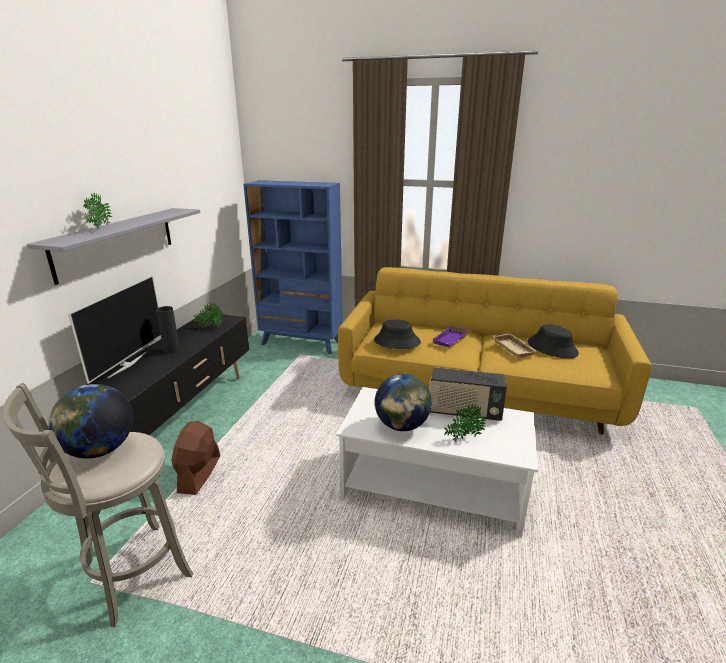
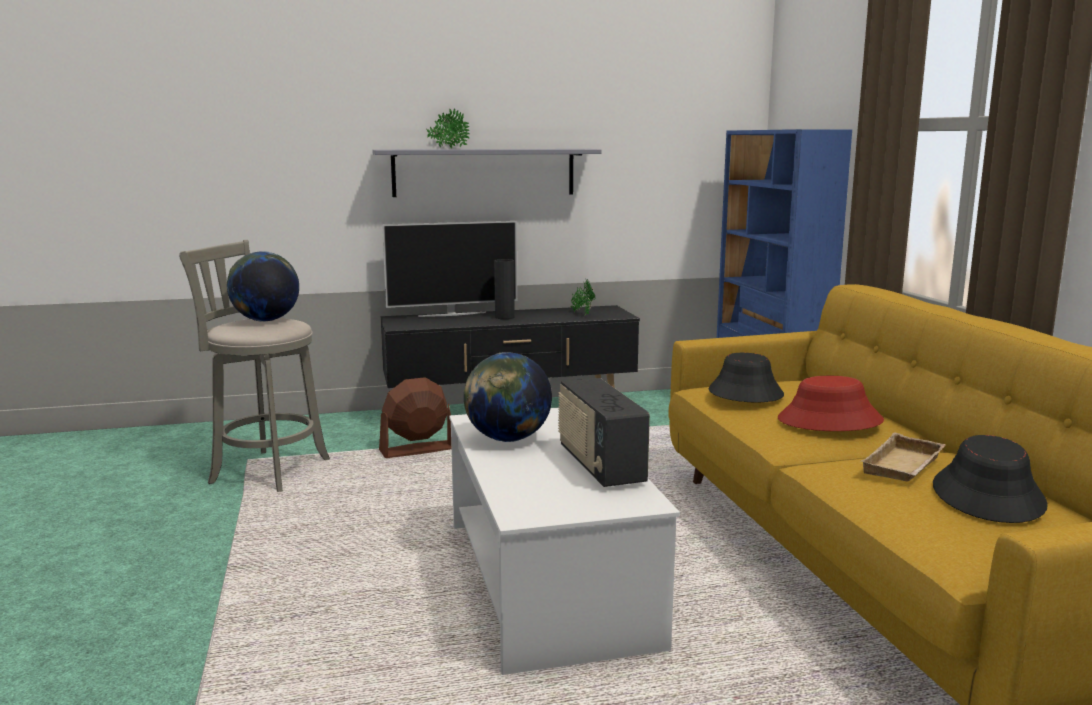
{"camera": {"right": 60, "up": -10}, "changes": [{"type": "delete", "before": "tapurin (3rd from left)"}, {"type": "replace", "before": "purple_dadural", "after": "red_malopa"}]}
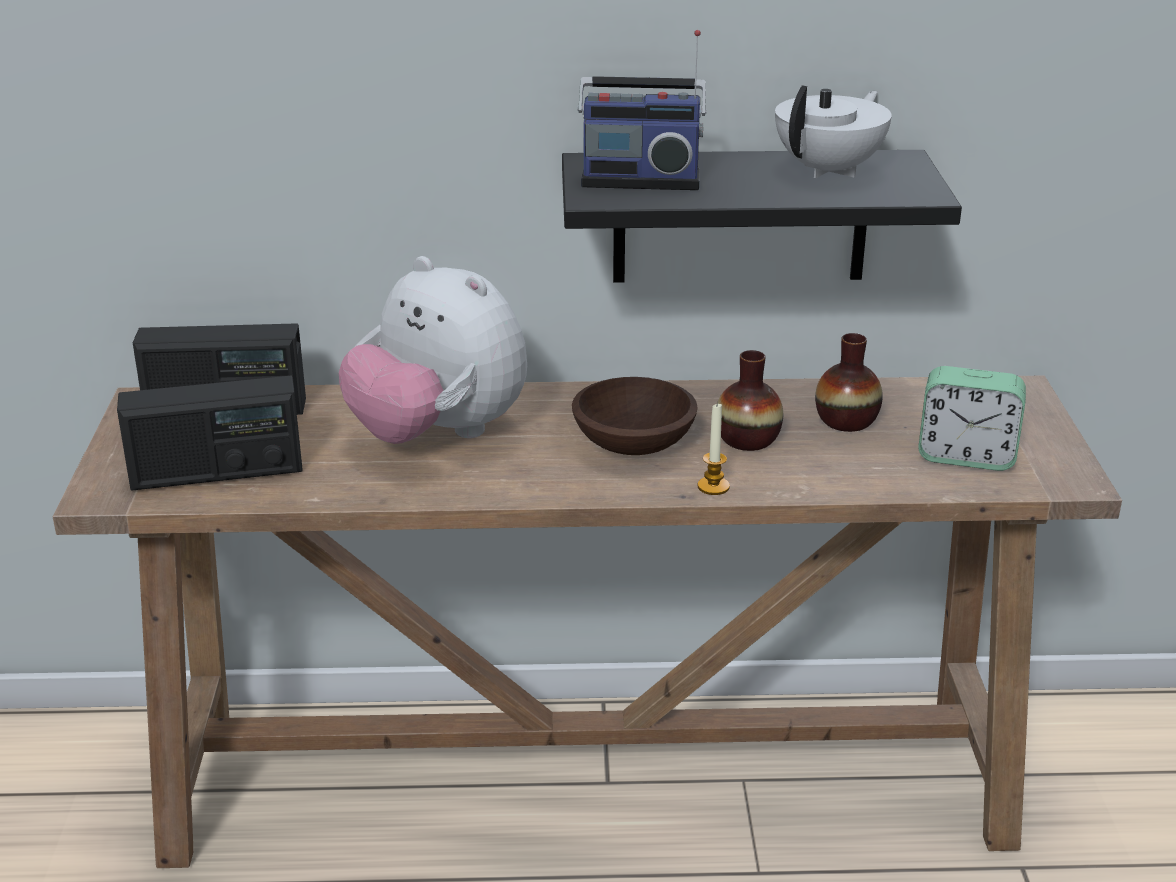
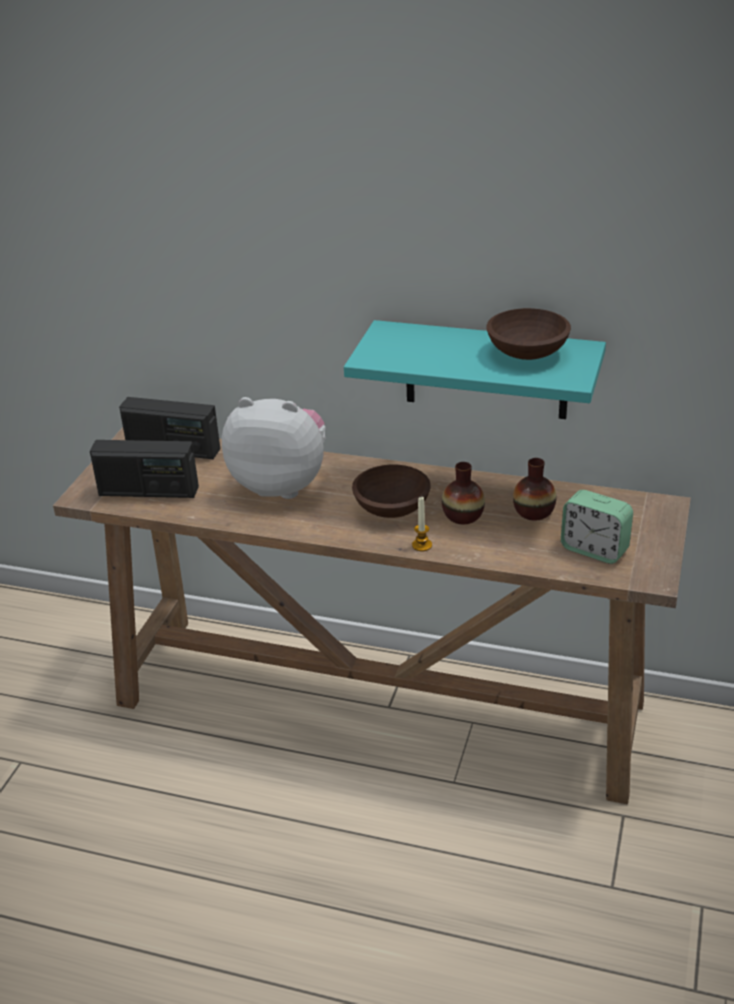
{"camera": {"right": 20, "up": 5}, "changes": [{"type": "delete", "before": "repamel (3rd from left)"}, {"type": "replace", "before": "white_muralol", "after": "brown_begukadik (2nd from left)"}, {"type": "recolor", "before": "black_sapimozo", "after": "turquoise_sapimozo"}, {"type": "rotate", "before": "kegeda", "turn": 135}]}
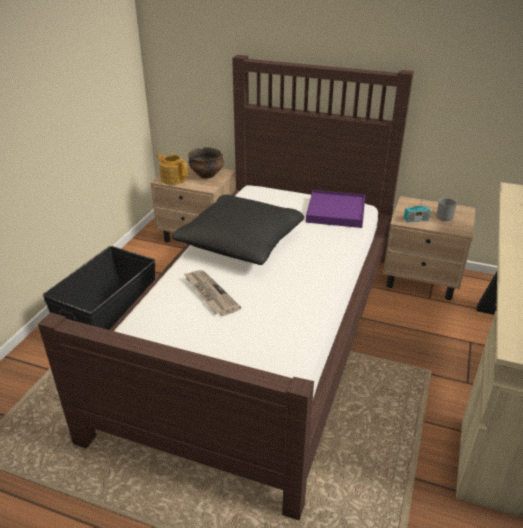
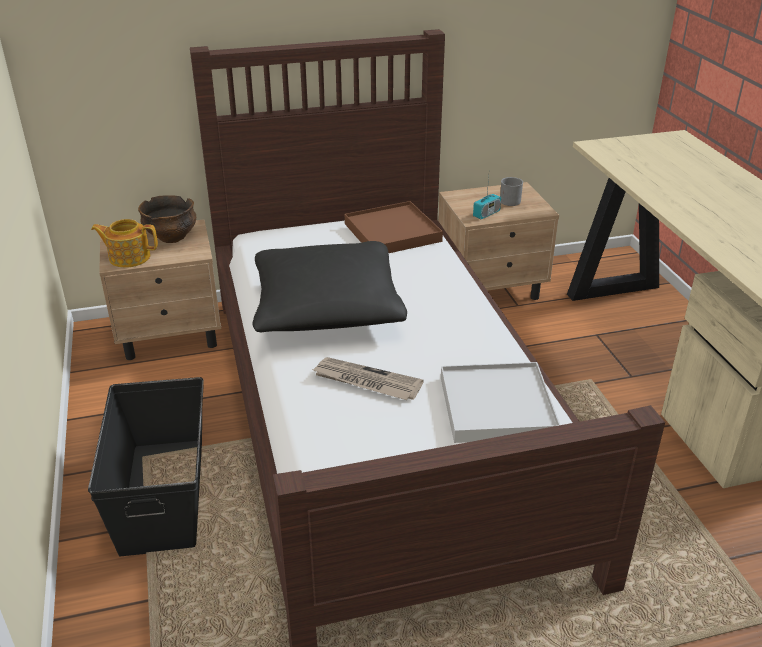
{"camera": {"right": -35, "up": 0}, "changes": [{"type": "insert", "after": "white_dadural"}, {"type": "recolor", "before": "purple_dadural", "after": "brown_dadural"}]}
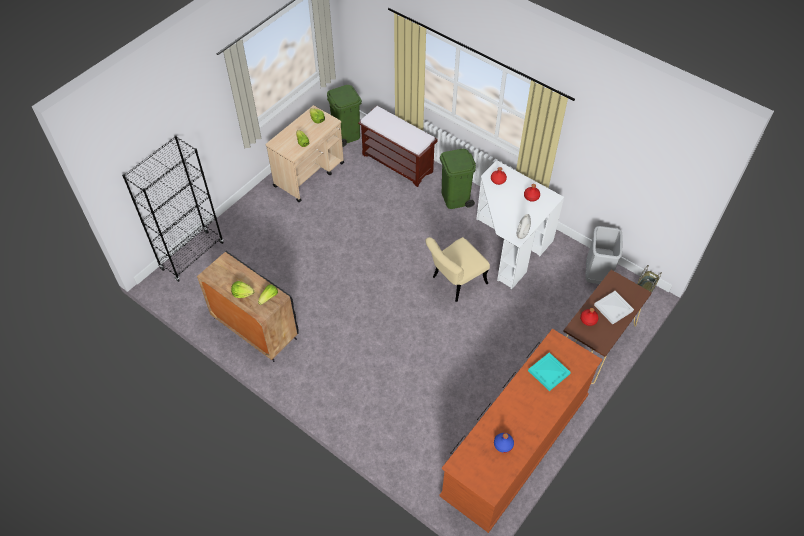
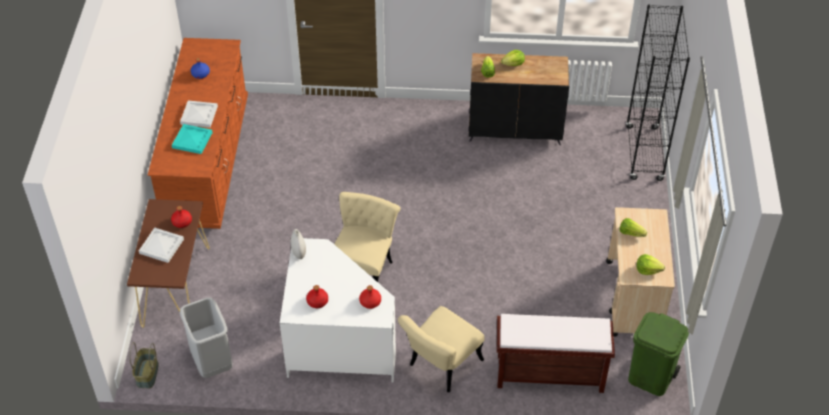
{"camera": {"right": 145, "up": -5}, "changes": [{"type": "insert", "after": "white_dadural (2nd from left)"}, {"type": "replace", "before": "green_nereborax (2nd from left)", "after": "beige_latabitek (2nd from left)"}]}
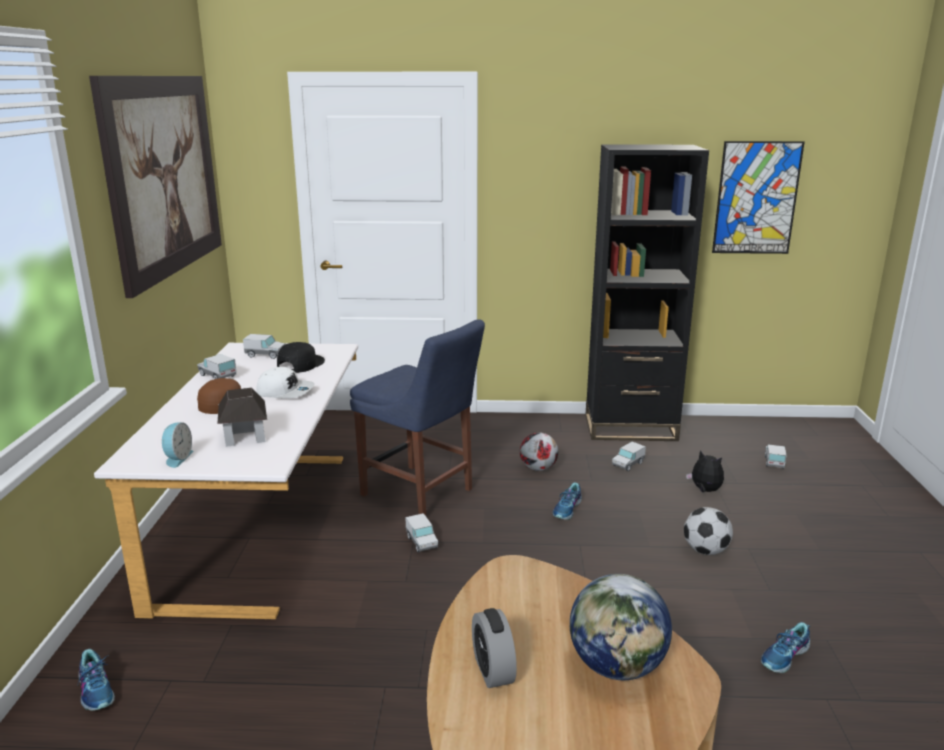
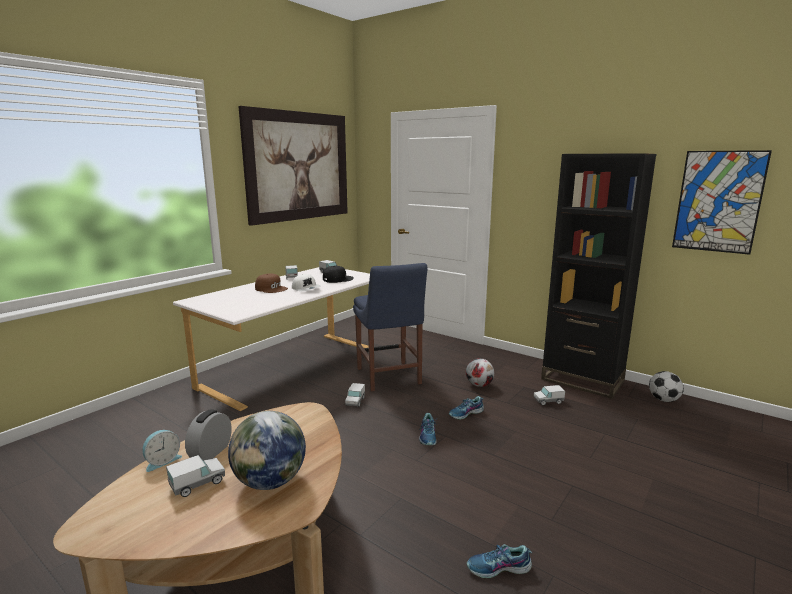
{"camera": {"right": 35, "up": -5}, "changes": [{"type": "delete", "before": "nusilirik"}, {"type": "delete", "before": "kegeda"}, {"type": "move", "before": "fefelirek (1st from left)"}, {"type": "move", "before": "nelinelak (1st from left)"}, {"type": "move", "before": "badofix (2nd from left)"}, {"type": "move", "before": "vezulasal (5th from left in the first image)", "after": "vezulasal (1st from left)"}]}
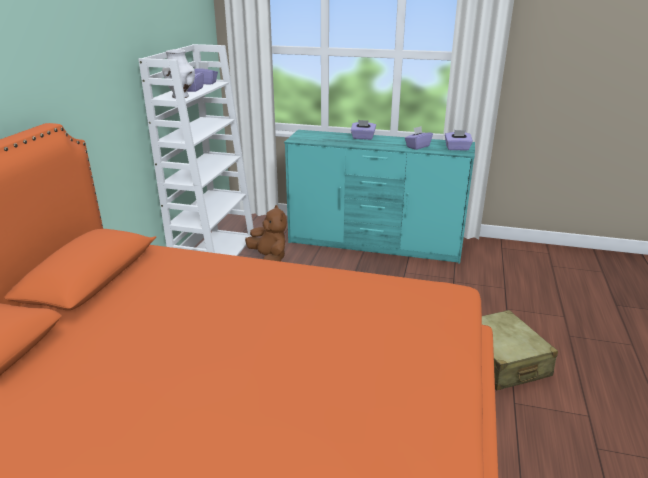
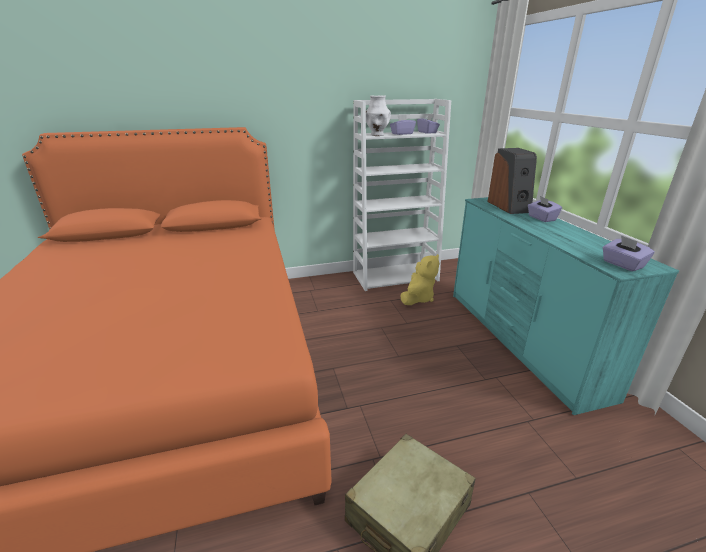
{"camera": {"right": 60, "up": 0}, "changes": [{"type": "delete", "before": "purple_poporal (4th from left)"}, {"type": "insert", "after": "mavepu"}, {"type": "recolor", "before": "brown_kegeda", "after": "yellow_kegeda"}]}
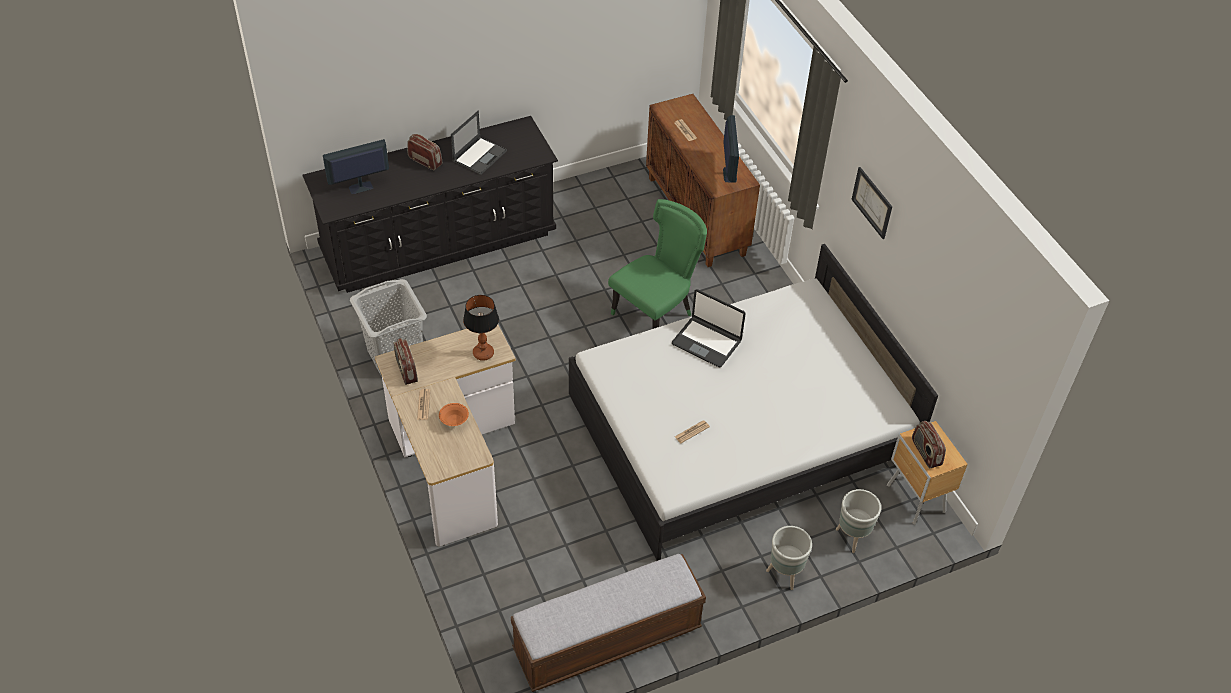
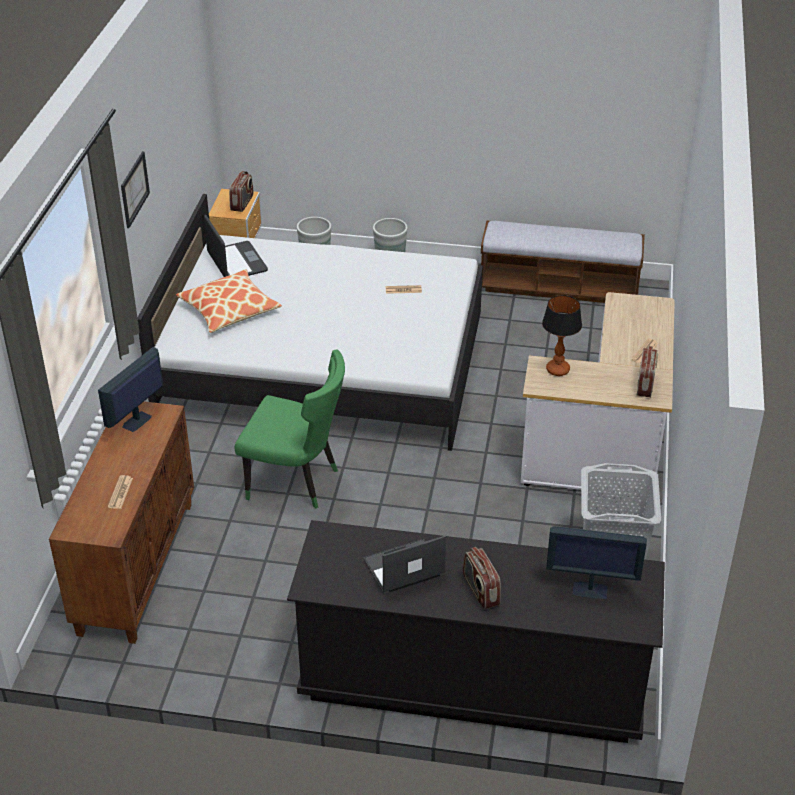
{"camera": {"right": -145, "up": -10}, "changes": [{"type": "delete", "before": "orange_begukadik"}, {"type": "insert", "after": "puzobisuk"}, {"type": "move", "before": "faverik (2nd from left in the first image)", "after": "faverik (1st from left)"}, {"type": "rotate", "before": "green_latabitek", "turn": -150}]}
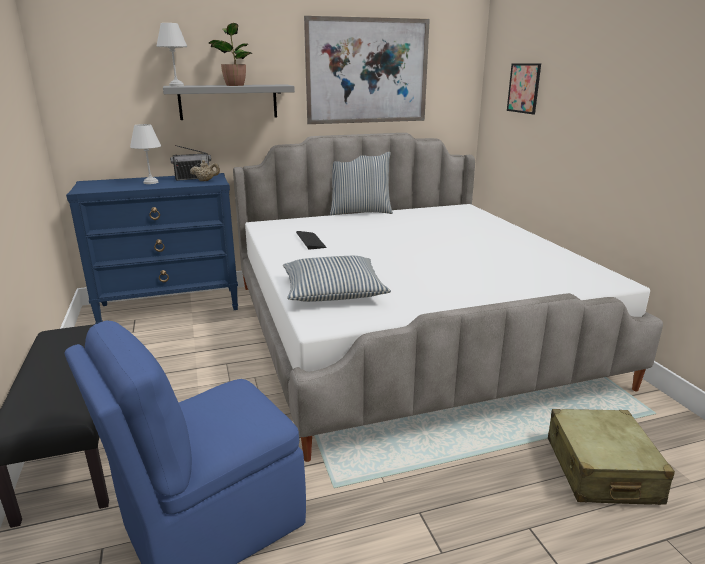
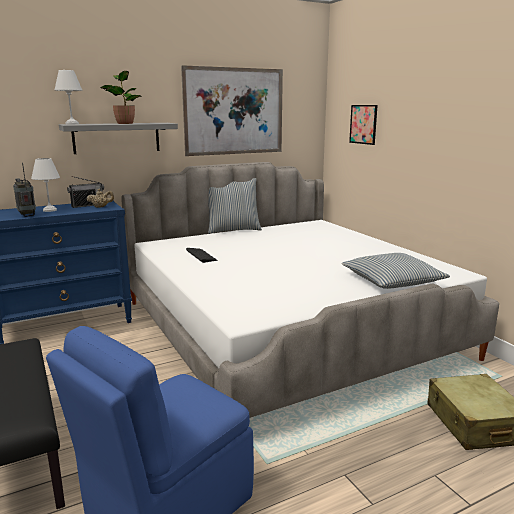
{"camera": {"right": -10, "up": -5}, "changes": [{"type": "insert", "after": "repamel (1st from left)"}, {"type": "move", "before": "puzobisuk (1st from left in the first image)", "after": "puzobisuk (2nd from left)"}]}
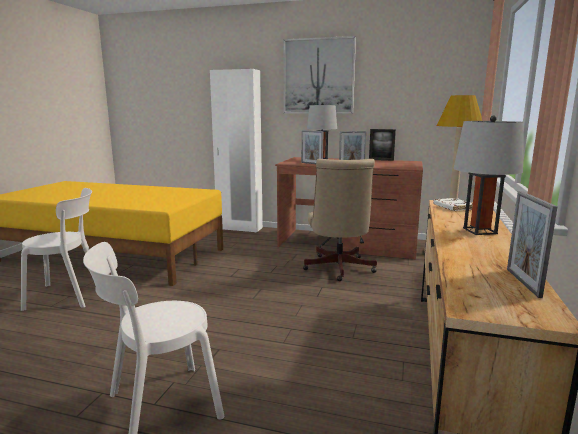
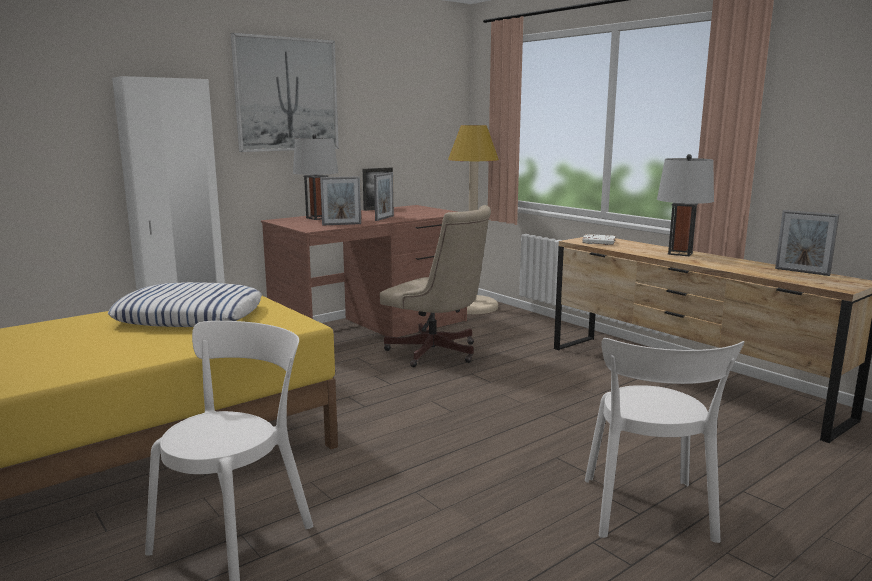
{"camera": {"right": -55, "up": 0}, "changes": [{"type": "insert", "after": "puzobisuk"}]}
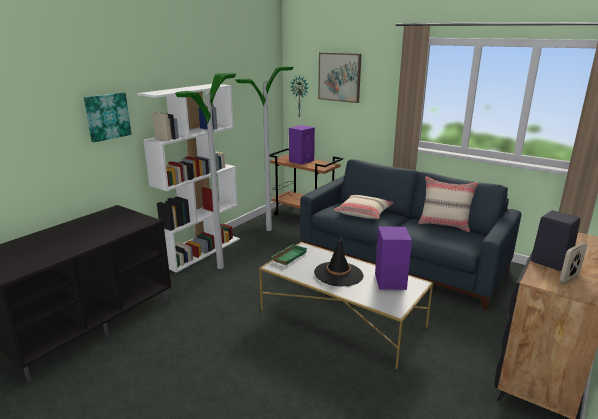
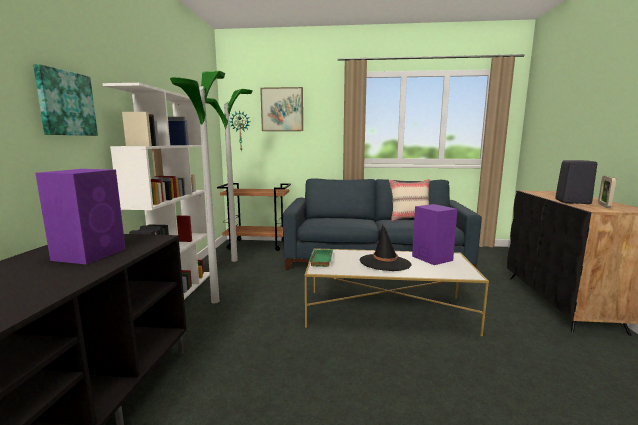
{"camera": {"right": -30, "up": -10}, "changes": [{"type": "delete", "before": "beige_puzobisuk (1st from left)"}, {"type": "move", "before": "purple_mavepu (1st from left)"}]}
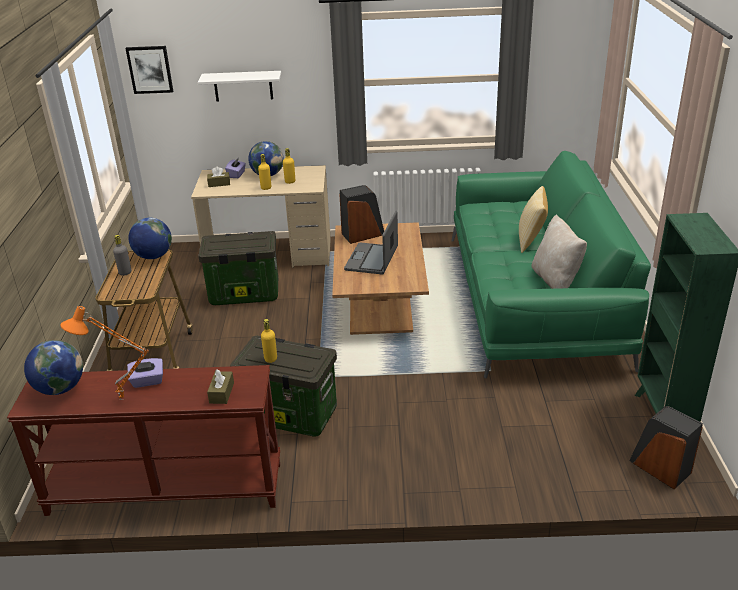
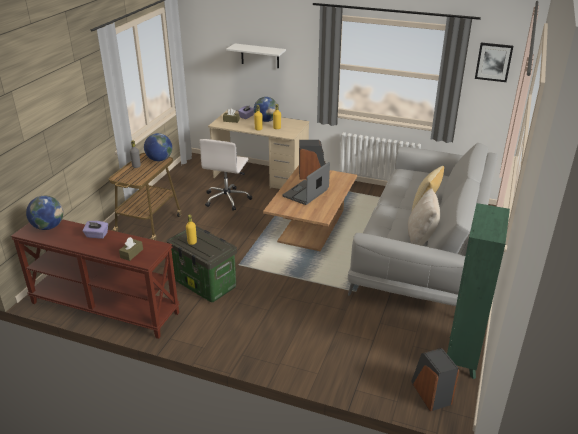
{"camera": {"right": 20, "up": 0}, "changes": [{"type": "delete", "before": "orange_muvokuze"}, {"type": "move", "before": "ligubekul"}, {"type": "replace", "before": "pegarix (1st from left)", "after": "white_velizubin"}, {"type": "recolor", "before": "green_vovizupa", "after": "grey_vovizupa"}]}
